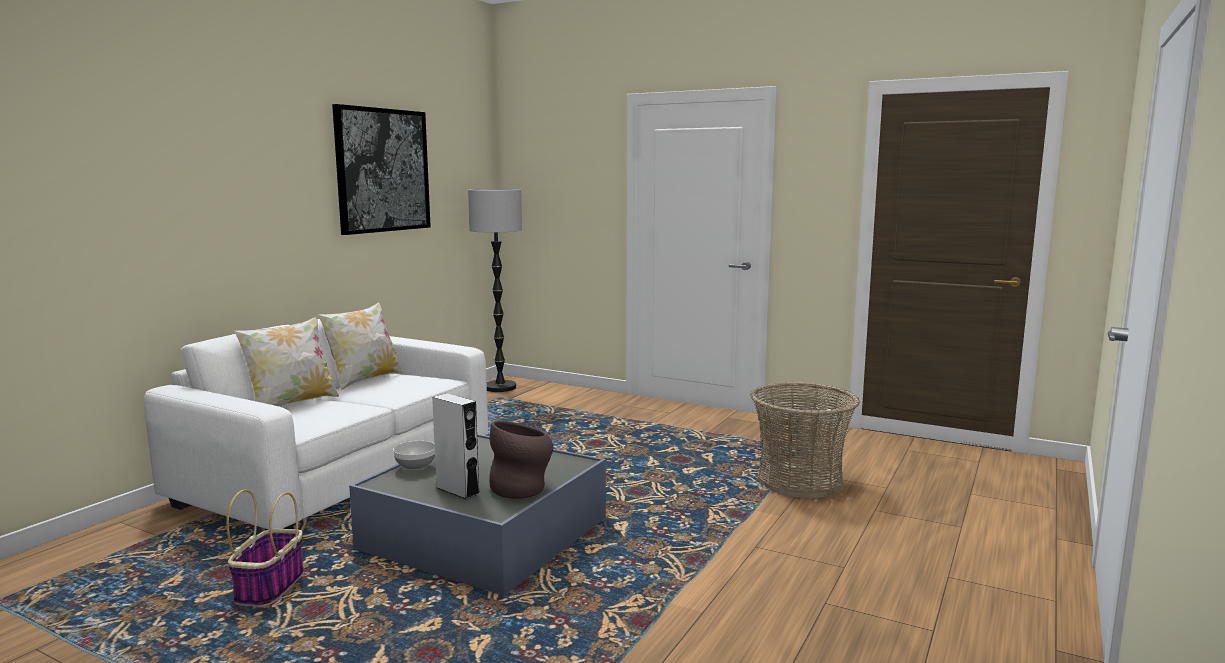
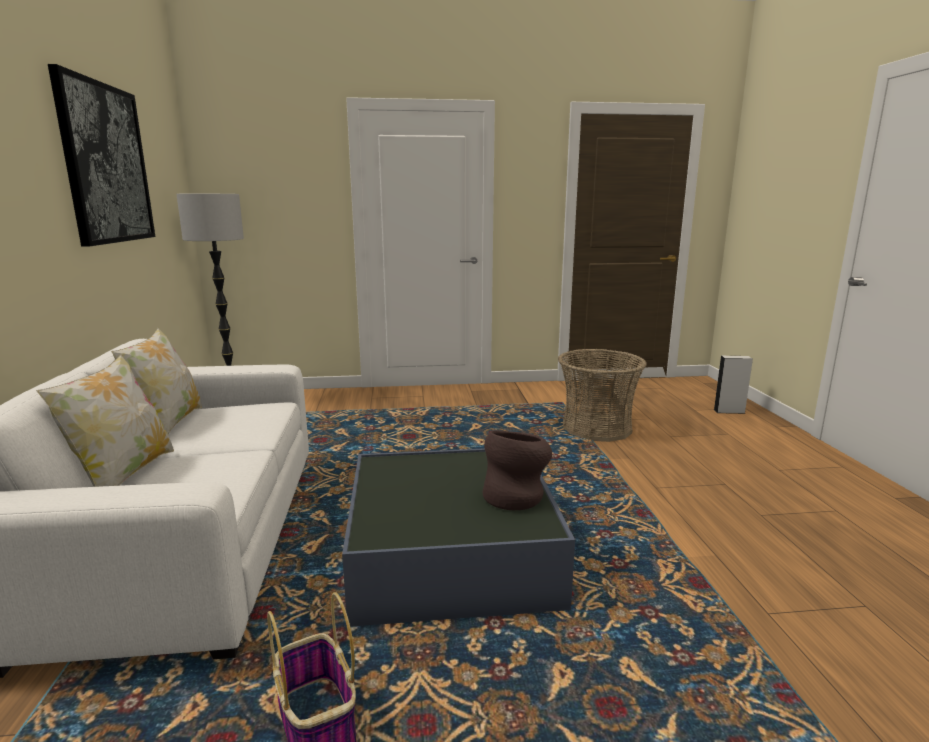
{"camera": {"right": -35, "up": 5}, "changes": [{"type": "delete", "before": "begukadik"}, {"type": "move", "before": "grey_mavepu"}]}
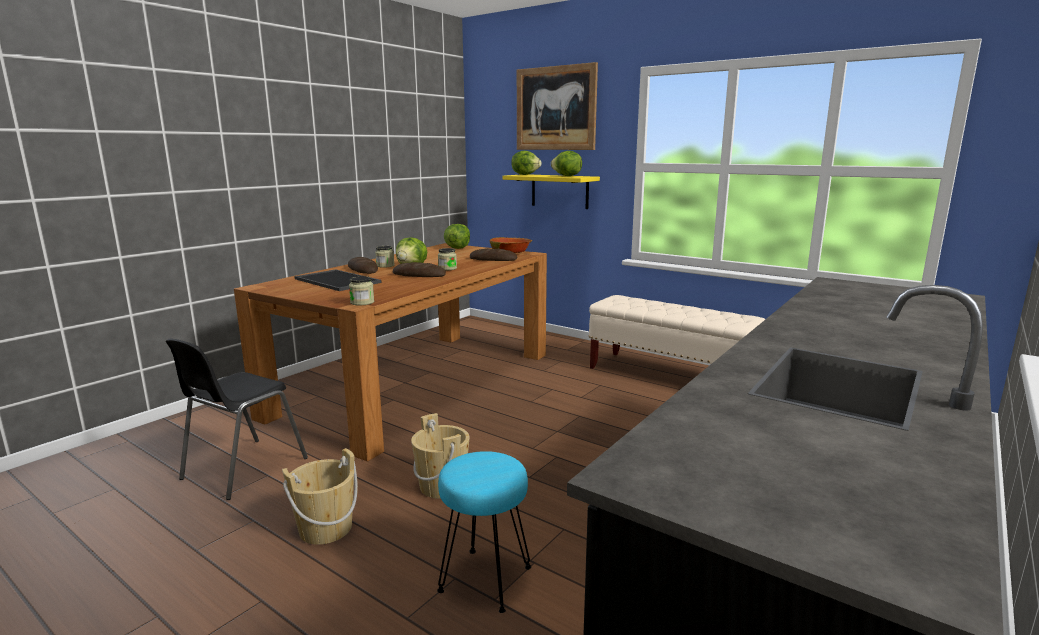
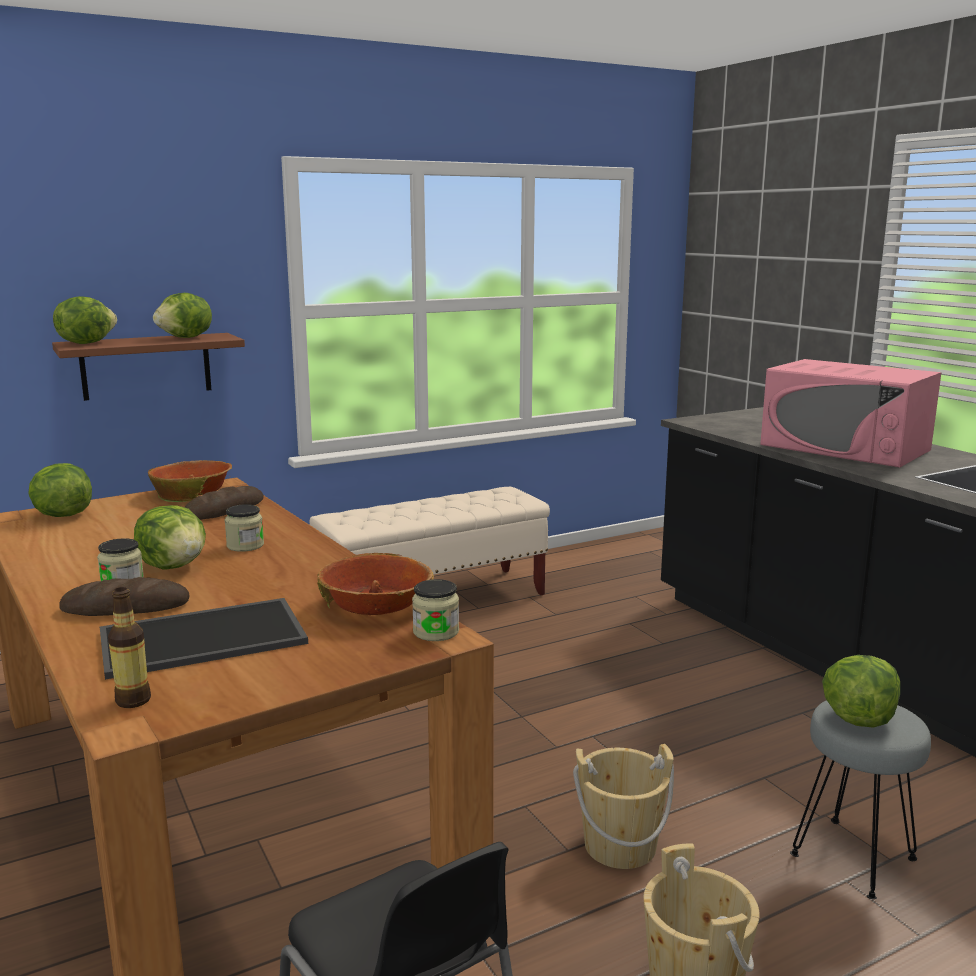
{"camera": {"right": -65, "up": 0}, "changes": [{"type": "delete", "before": "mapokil (2nd from left)"}, {"type": "delete", "before": "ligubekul"}, {"type": "insert", "after": "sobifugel"}, {"type": "insert", "after": "begukadik (2nd from left)"}, {"type": "insert", "after": "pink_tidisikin"}, {"type": "insert", "after": "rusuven (5th from left)"}, {"type": "recolor", "before": "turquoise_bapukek", "after": "grey_bapukek"}, {"type": "recolor", "before": "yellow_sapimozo", "after": "brown_sapimozo"}]}
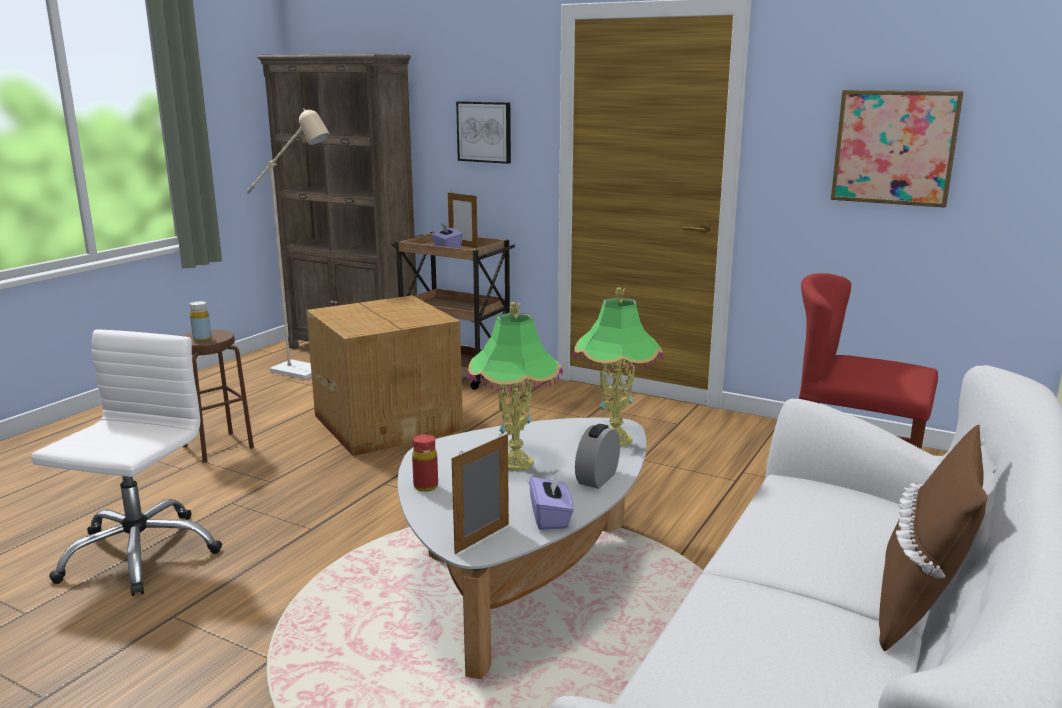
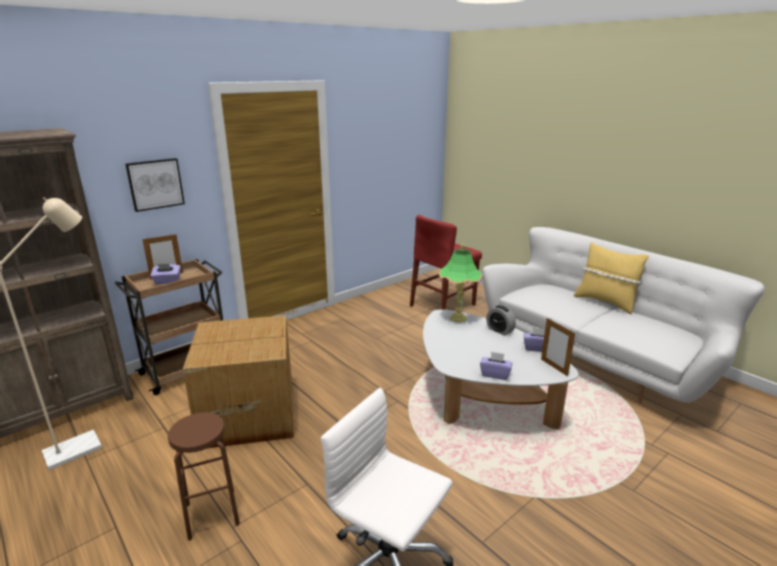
{"camera": {"right": -70, "up": 5}, "changes": [{"type": "delete", "before": "yellow_sobifugel"}, {"type": "delete", "before": "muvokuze (1st from left)"}, {"type": "delete", "before": "ligubekul (2nd from left)"}, {"type": "replace", "before": "red_sobifugel", "after": "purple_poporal (2nd from left)"}, {"type": "recolor", "before": "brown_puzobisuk", "after": "yellow_puzobisuk"}]}
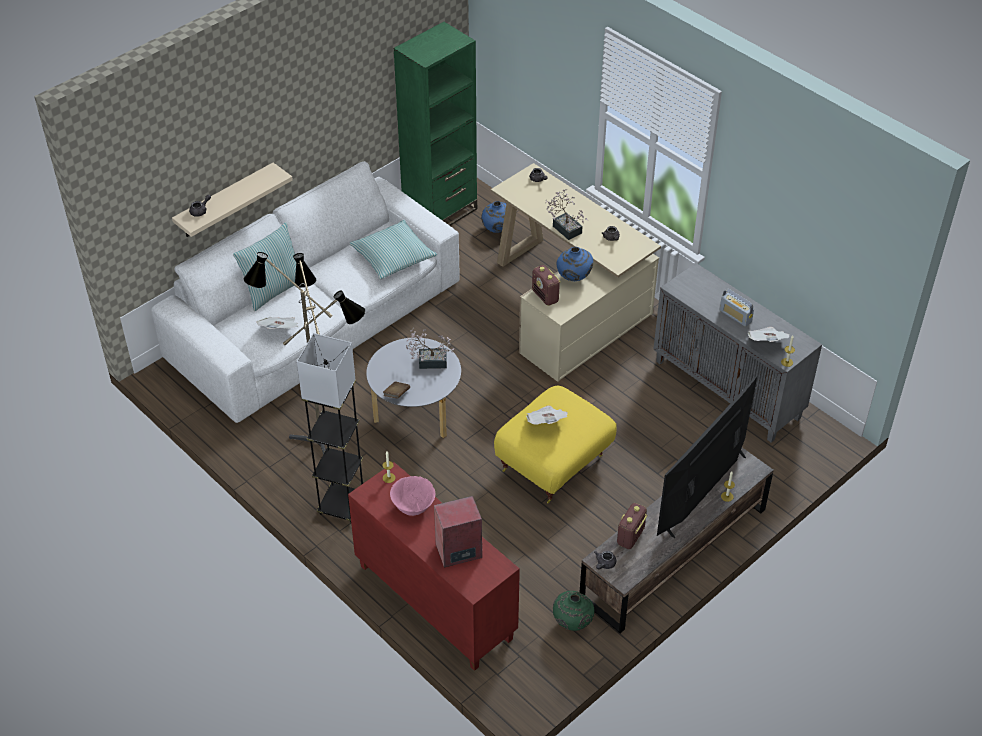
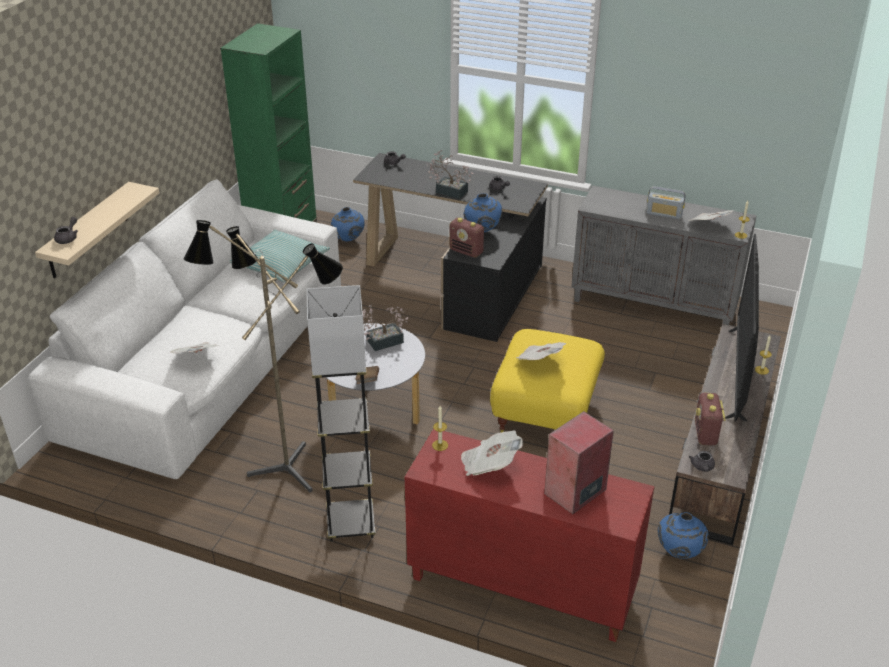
{"camera": {"right": -25, "up": -10}, "changes": [{"type": "delete", "before": "puzobisuk (1st from left)"}, {"type": "replace", "before": "pink_begukadik", "after": "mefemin (2nd from left)"}, {"type": "recolor", "before": "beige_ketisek", "after": "black_ketisek"}, {"type": "recolor", "before": "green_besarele", "after": "blue_besarele (3rd from left)"}]}
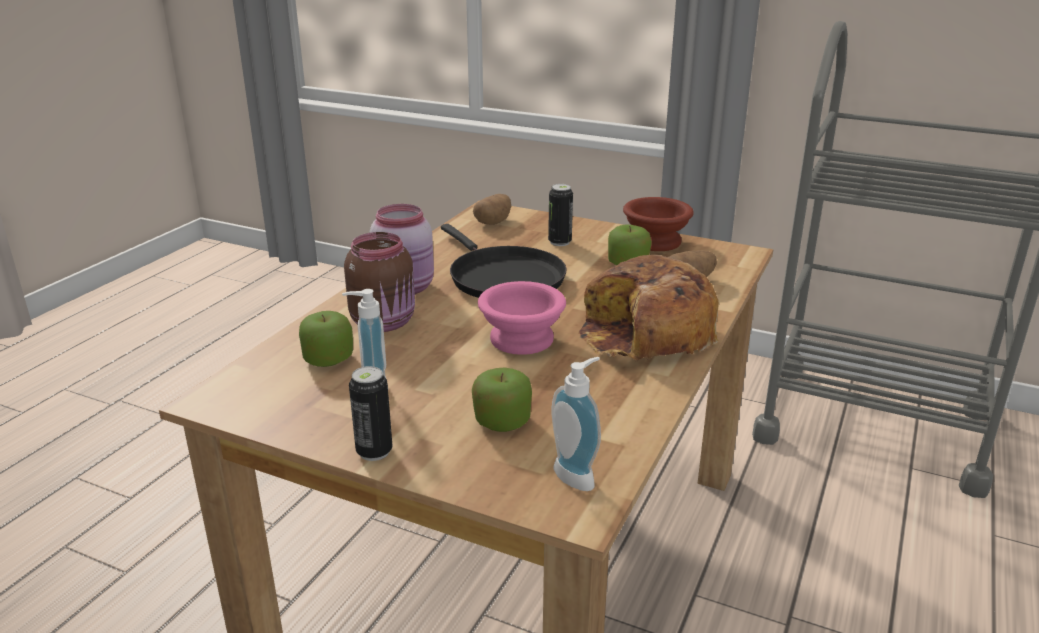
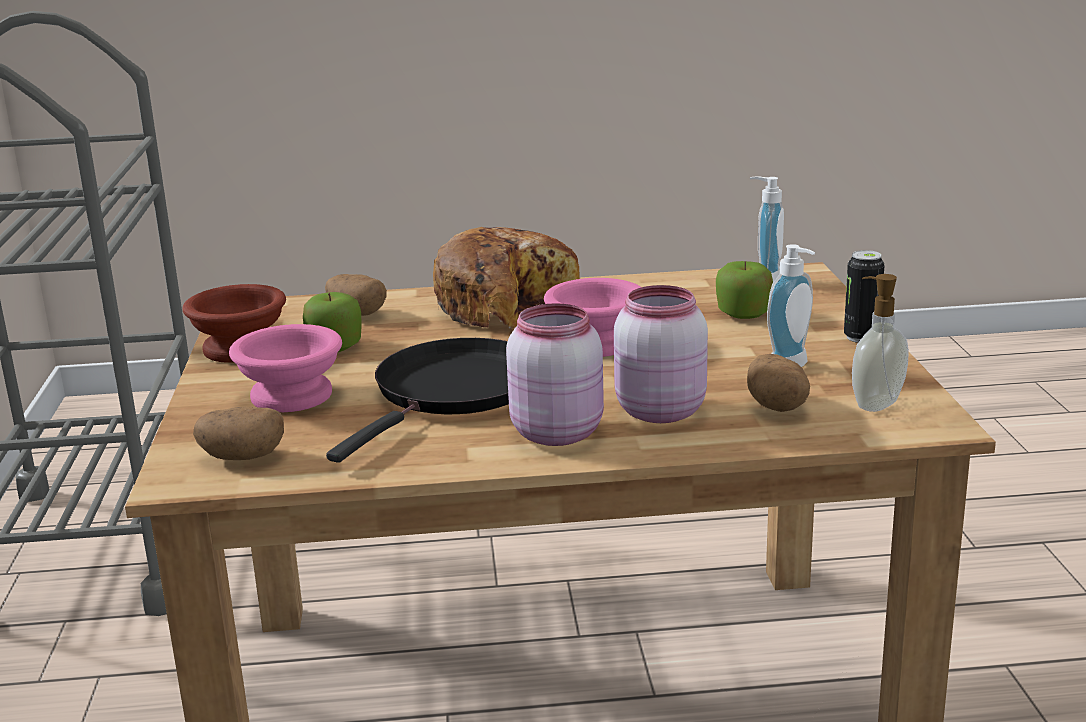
{"camera": {"right": -120, "up": -5}, "changes": [{"type": "insert", "after": "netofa (3rd from left)"}, {"type": "replace", "before": "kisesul (1st from left)", "after": "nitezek (3rd from left)"}, {"type": "replace", "before": "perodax (2nd from left)", "after": "pink_begukadik (1st from left)"}, {"type": "recolor", "before": "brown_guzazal", "after": "pink_guzazal (2nd from left)"}]}
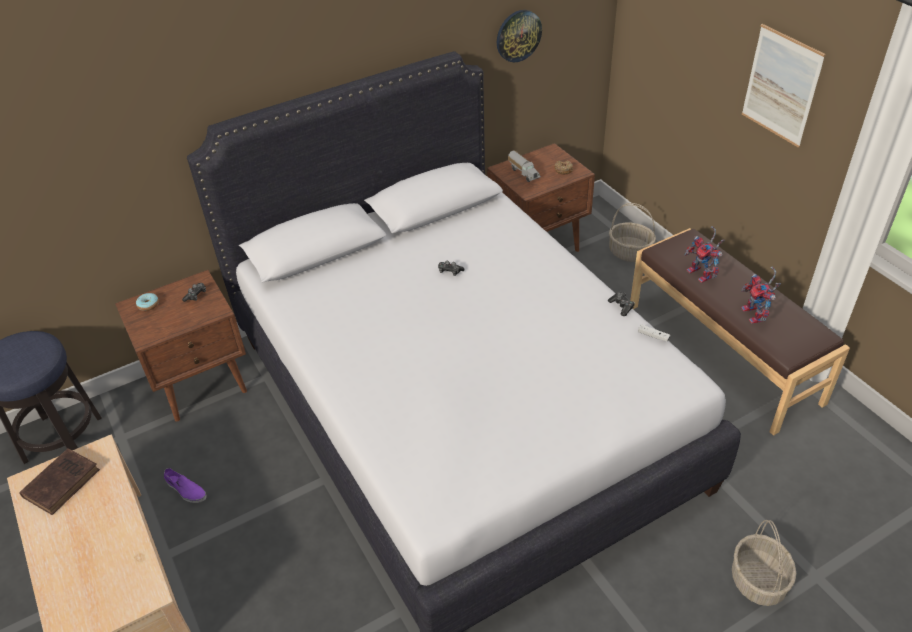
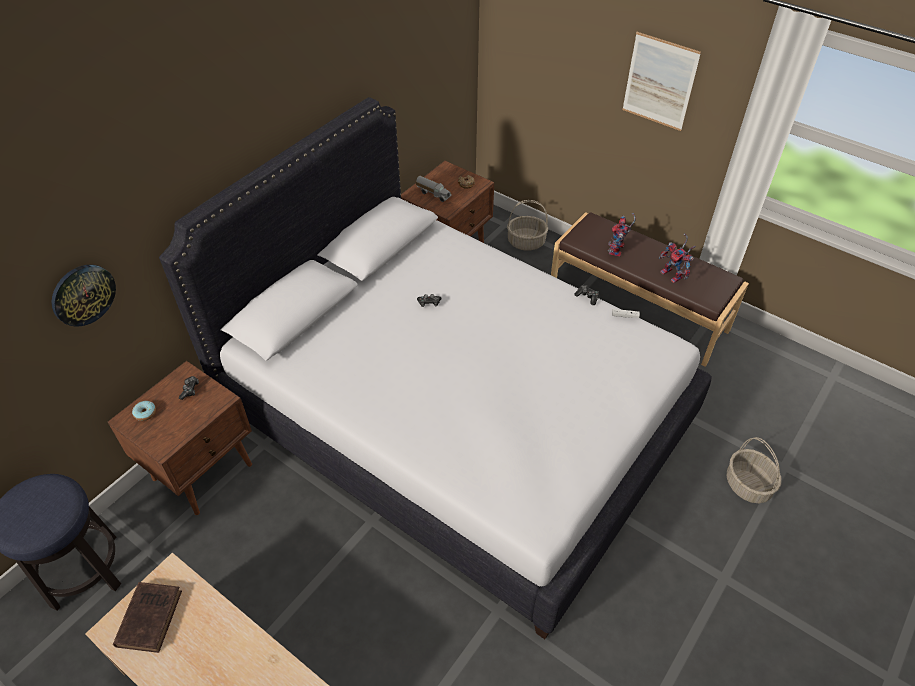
{"camera": {"right": -25, "up": 5}, "changes": [{"type": "delete", "before": "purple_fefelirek"}, {"type": "move", "before": "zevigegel"}, {"type": "rotate", "before": "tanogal (1st from left)", "turn": 75}]}
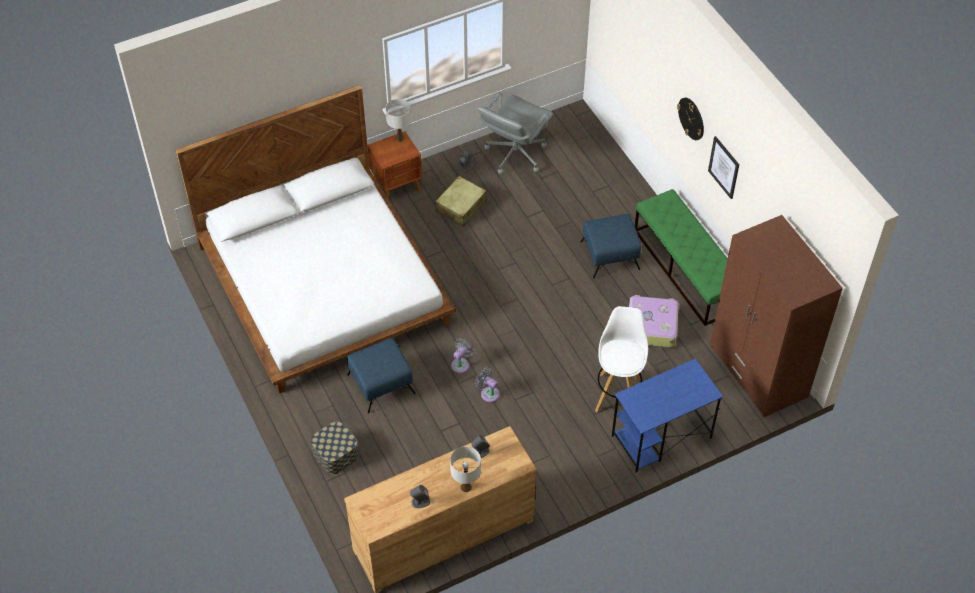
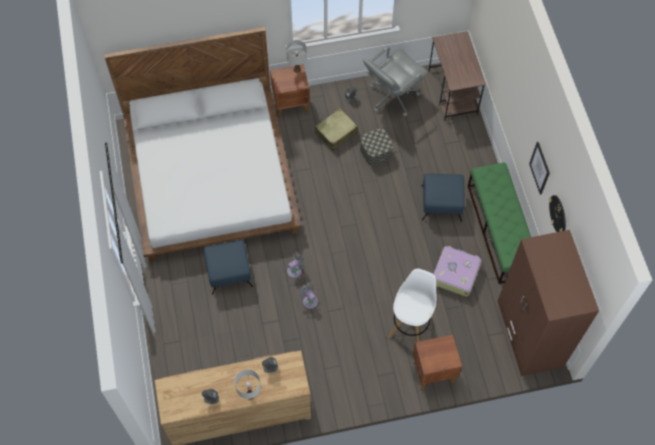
{"camera": {"right": 15, "up": 10}, "changes": [{"type": "insert", "after": "brown_ketisek"}, {"type": "move", "before": "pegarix"}, {"type": "move", "before": "zevigegel"}, {"type": "replace", "before": "blue_ketisek", "after": "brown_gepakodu (2nd from left)"}]}
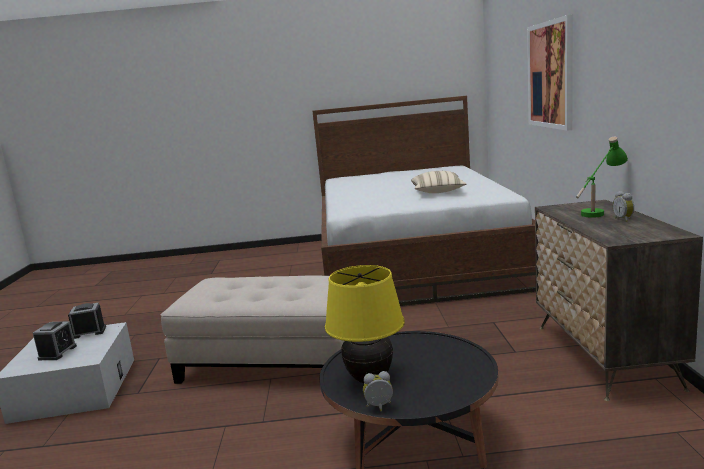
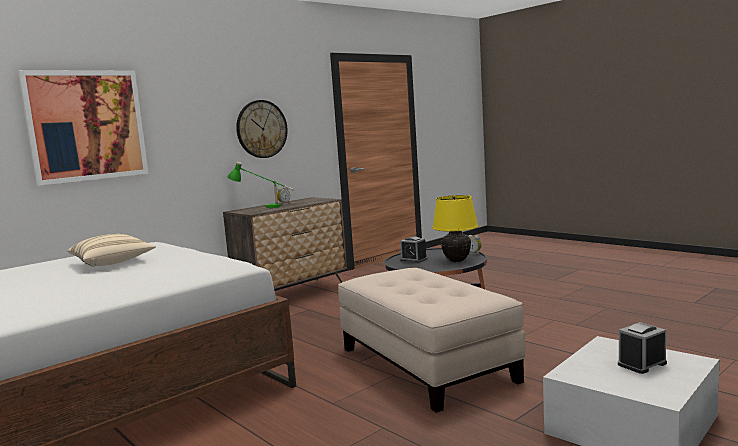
{"camera": {"right": -130, "up": -5}, "changes": [{"type": "insert", "after": "zevigegel"}, {"type": "move", "before": "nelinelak (2nd from left)"}]}
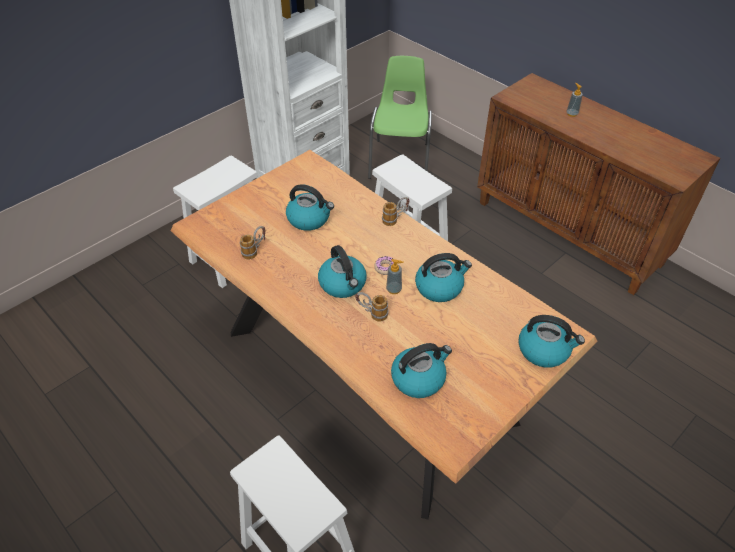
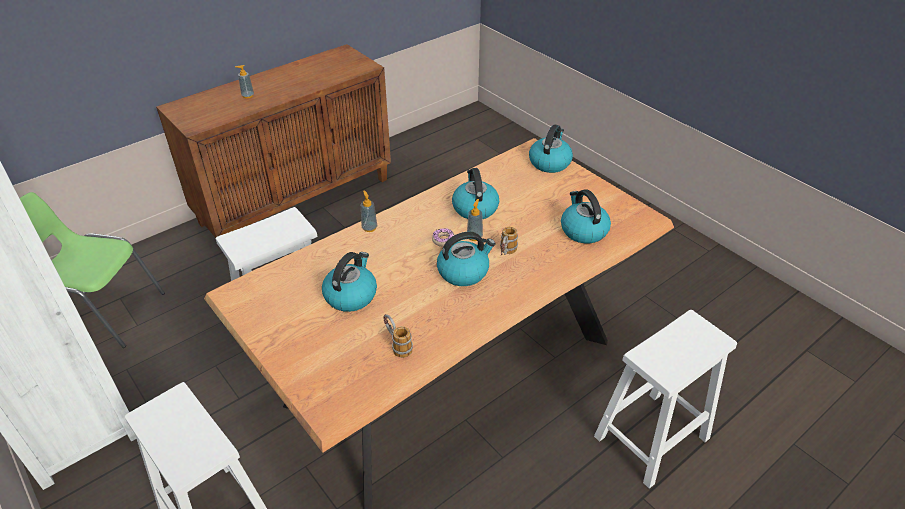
{"camera": {"right": -85, "up": -5}, "changes": [{"type": "replace", "before": "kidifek (3rd from left)", "after": "netofa (2nd from left)"}]}
